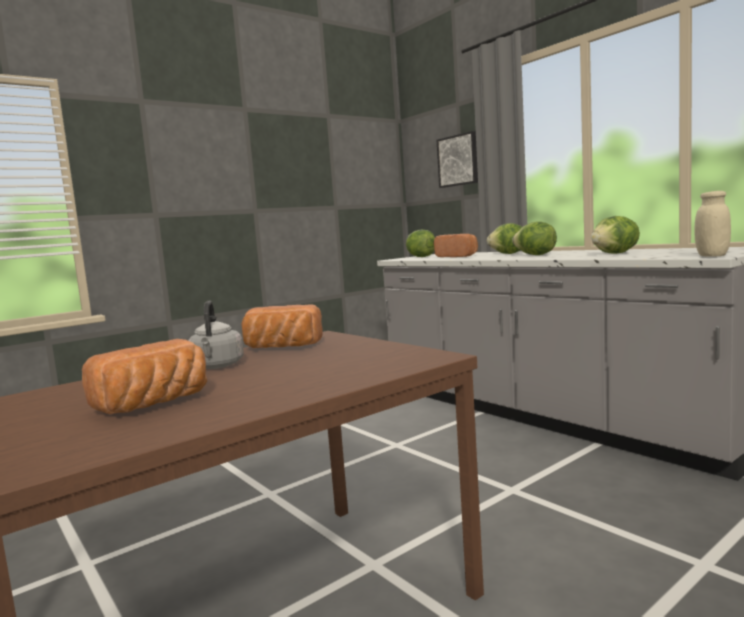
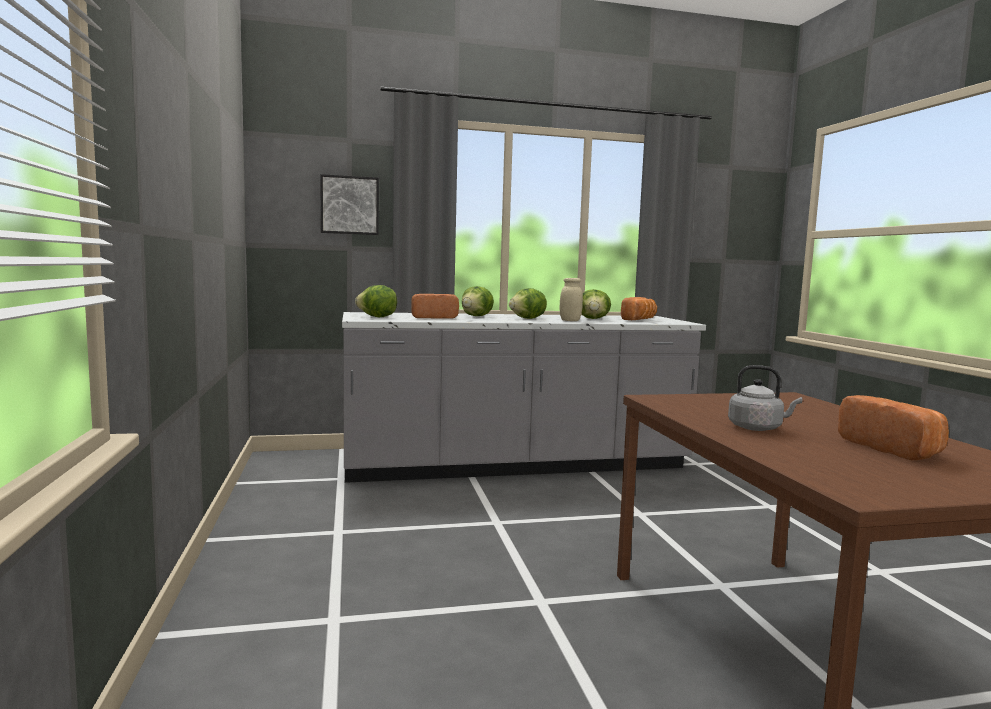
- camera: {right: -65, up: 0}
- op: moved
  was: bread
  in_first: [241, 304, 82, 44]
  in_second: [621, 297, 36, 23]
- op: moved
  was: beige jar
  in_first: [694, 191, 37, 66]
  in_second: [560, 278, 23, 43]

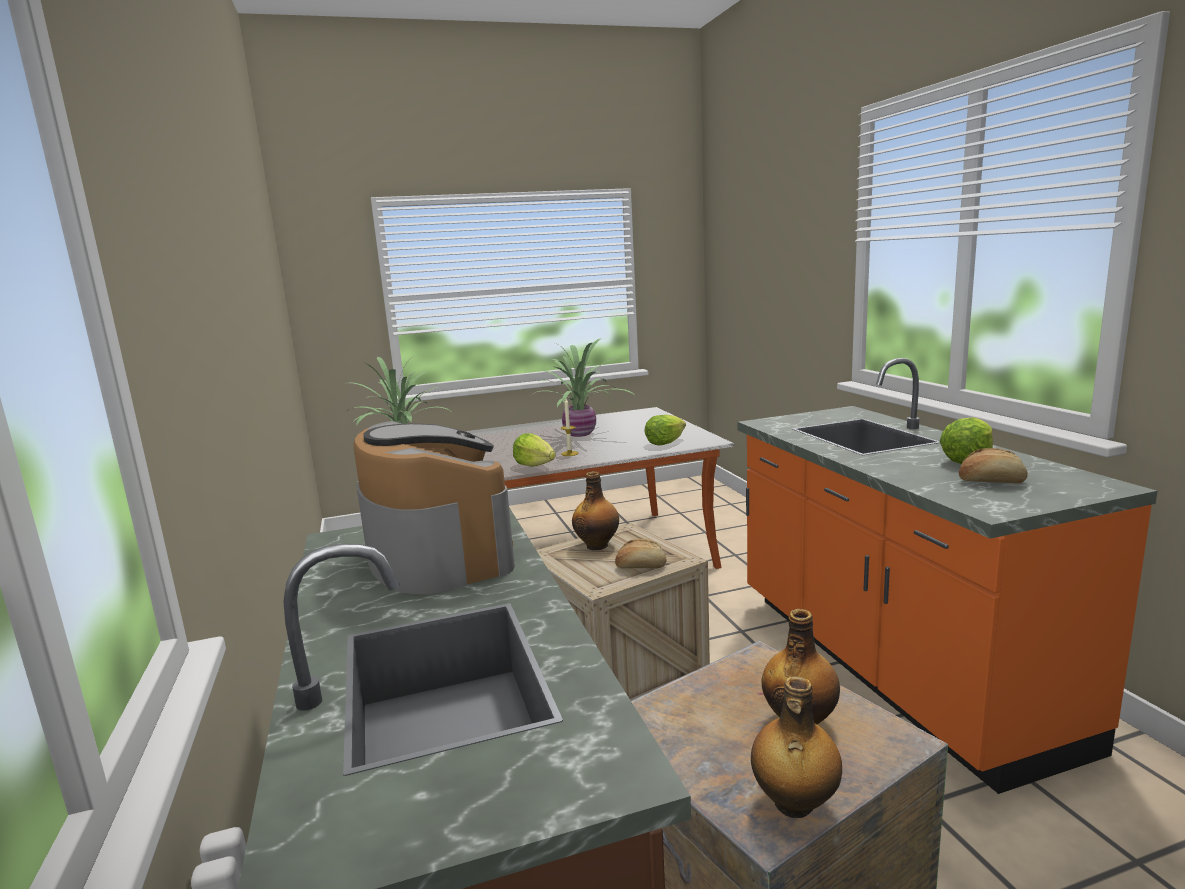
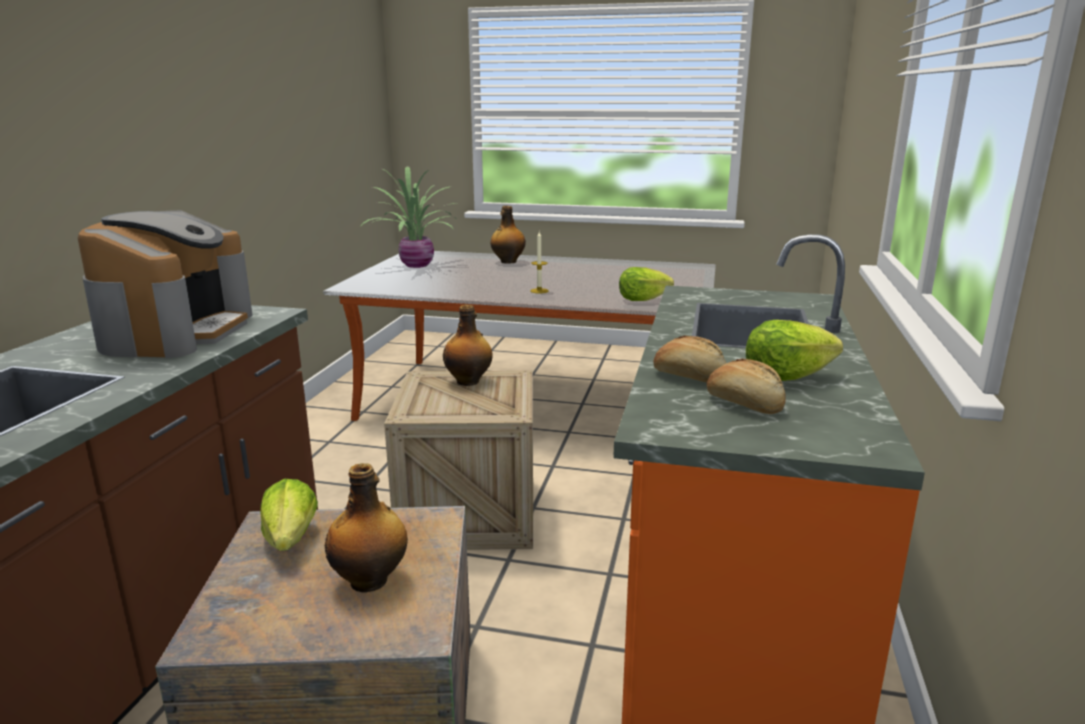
- camera: {right: 30, up: 5}
- op: removed
  was: potted plant
  in_first: [533, 339, 102, 98]
- op: moved
  was: lettuce
  in_first: [513, 433, 43, 34]
  in_second: [260, 479, 58, 72]
- op: moved
  was: bread
  in_first: [615, 539, 52, 29]
  in_second: [653, 335, 73, 48]
- op: moved
  was: bottle
  in_first: [751, 677, 91, 141]
  in_second: [490, 206, 36, 58]

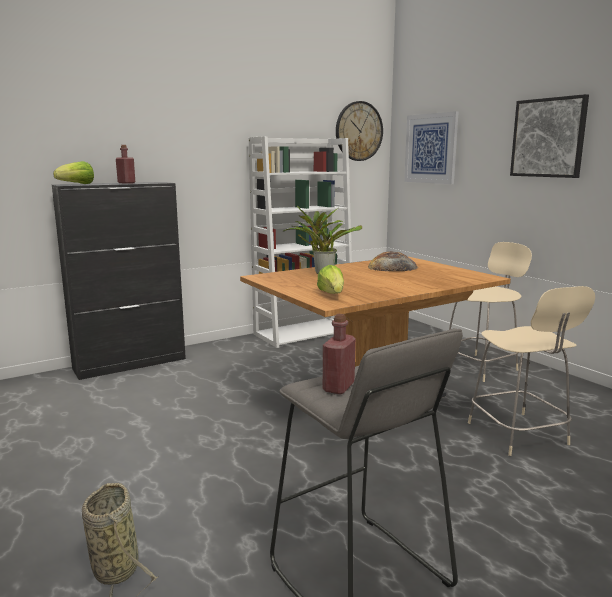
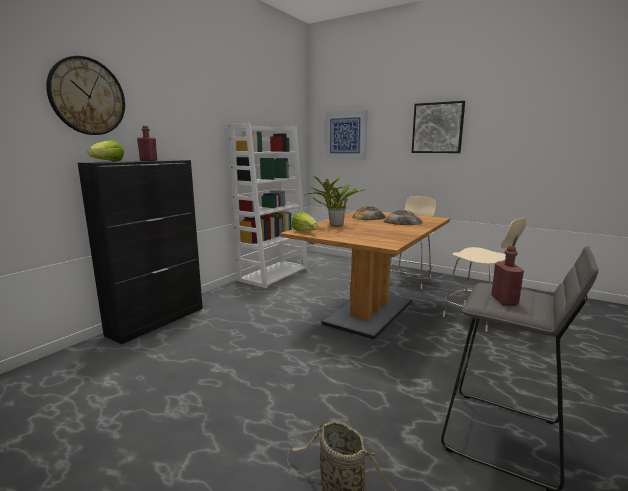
- camera: {right: -25, up: 0}
- op: added
  now: bread
  in_second: [383, 210, 40, 15]
- op: moved
  was: lettuce
  in_first: [317, 265, 27, 29]
  in_second: [292, 212, 26, 19]
- op: moved
  was: wall clock
  in_first: [336, 101, 47, 60]
  in_second: [46, 56, 79, 79]

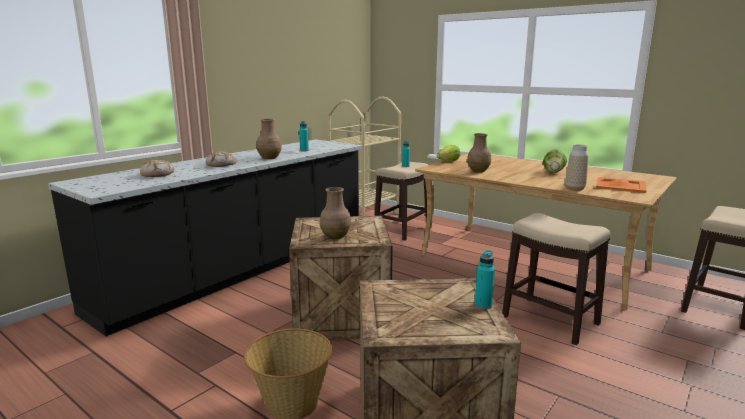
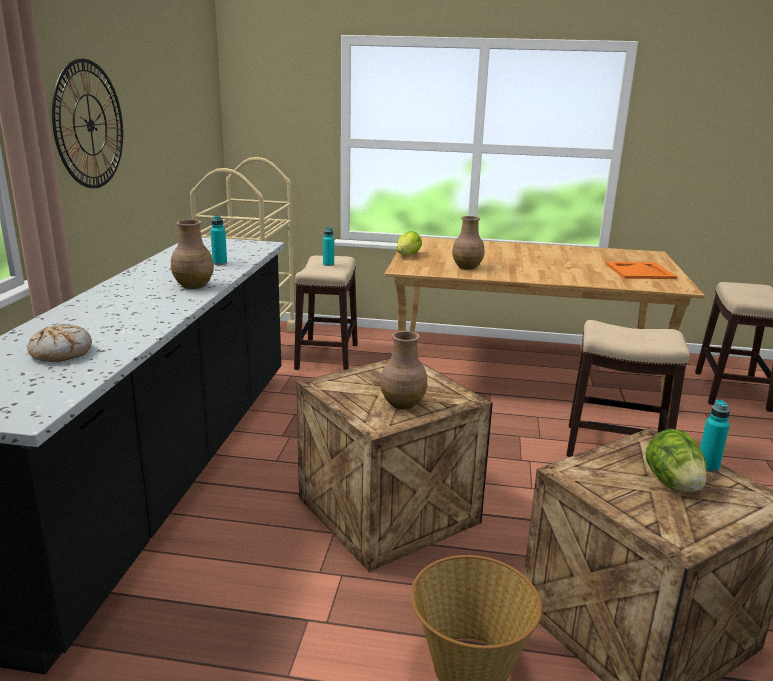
- camera: {right: -30, up: 5}
- op: removed
  was: bread
  in_first: [206, 151, 31, 16]
- op: removed
  was: vase
  in_first: [565, 144, 23, 47]
- op: added
  now: wall clock
  in_second: [52, 58, 71, 130]
- op: moved
  was: lettuce
  in_first: [543, 149, 24, 24]
  in_second: [646, 429, 60, 63]

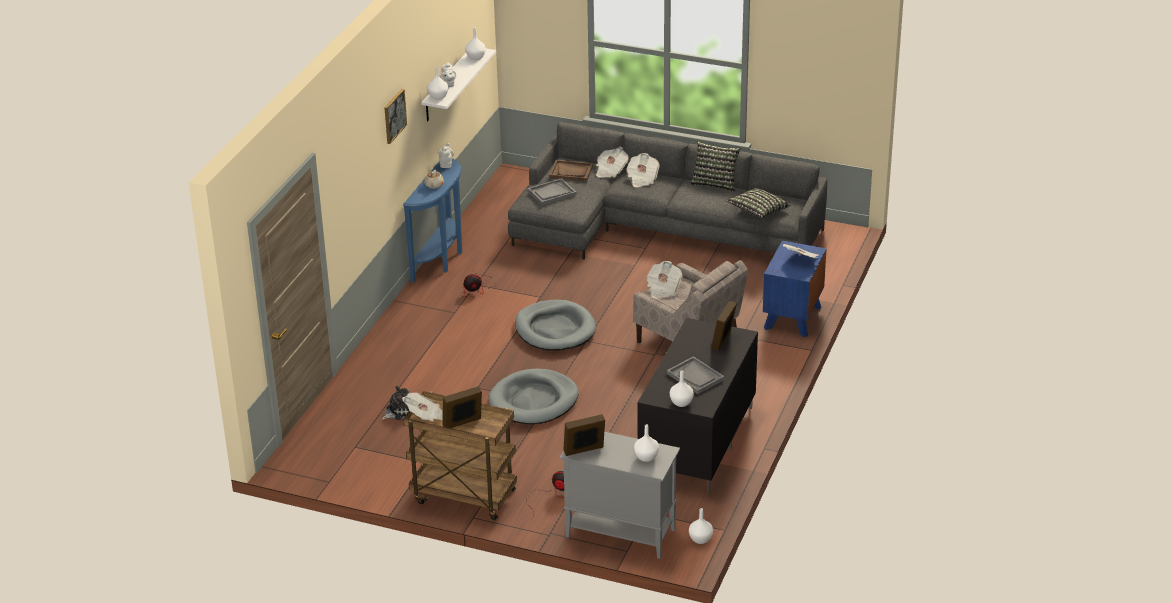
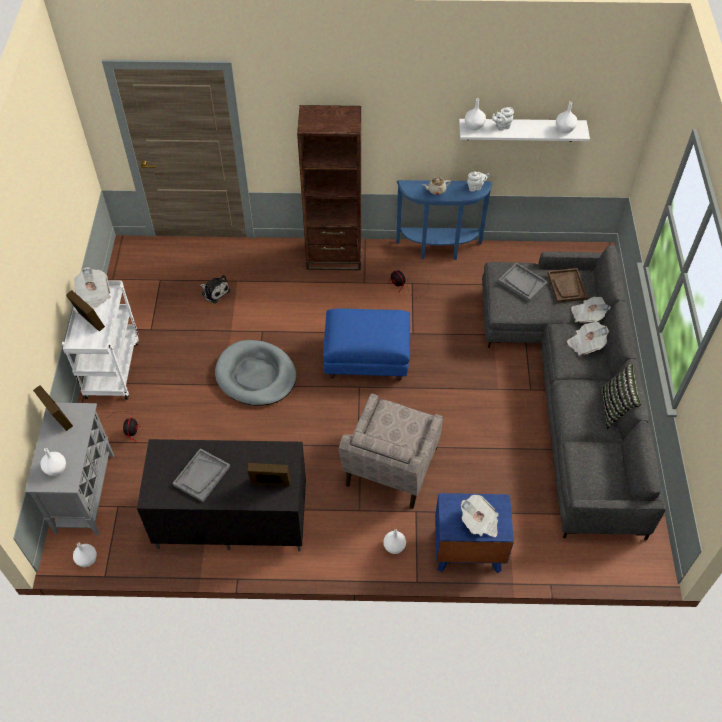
- camera: {right: 70, up: 20}
- op: removed
  was: picture
  in_first: [384, 89, 23, 55]
- op: removed
  was: newspaper
  in_first: [646, 261, 37, 38]
- op: removed
  was: pillow
  in_first: [727, 188, 63, 30]
- op: added
  now: brown bookcase
  in_second: [297, 105, 64, 165]
- op: moved
  was: white vase
  in_first: [670, 371, 24, 36]
  in_second: [383, 529, 23, 25]
- op: replaced
  was: grey dog bed
  now: blue ottoman
  in_first: [515, 300, 81, 51]
  in_second: [323, 309, 87, 71]
- op: recoloured
  was: brown cart
  now: white cart
  in_first: [403, 391, 114, 130]
  in_second: [62, 280, 76, 120]

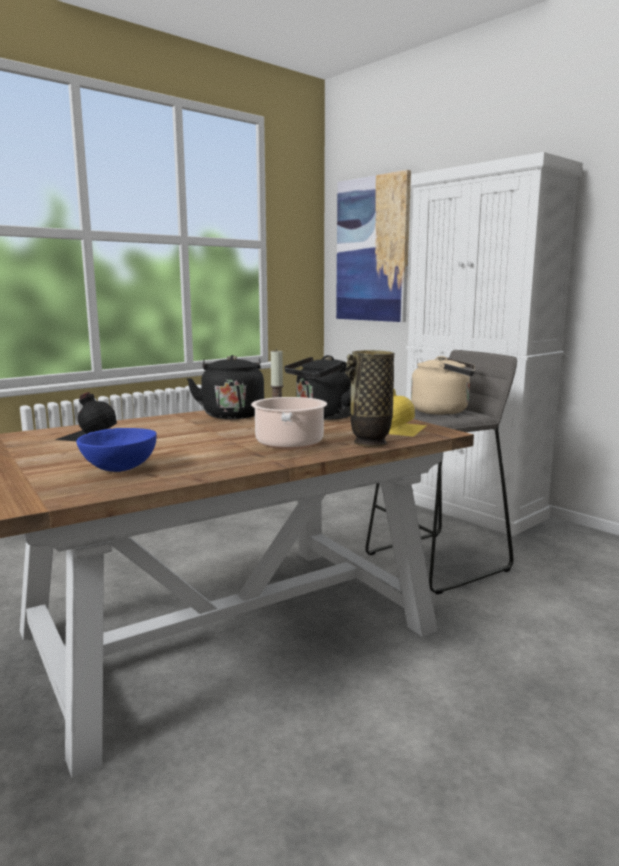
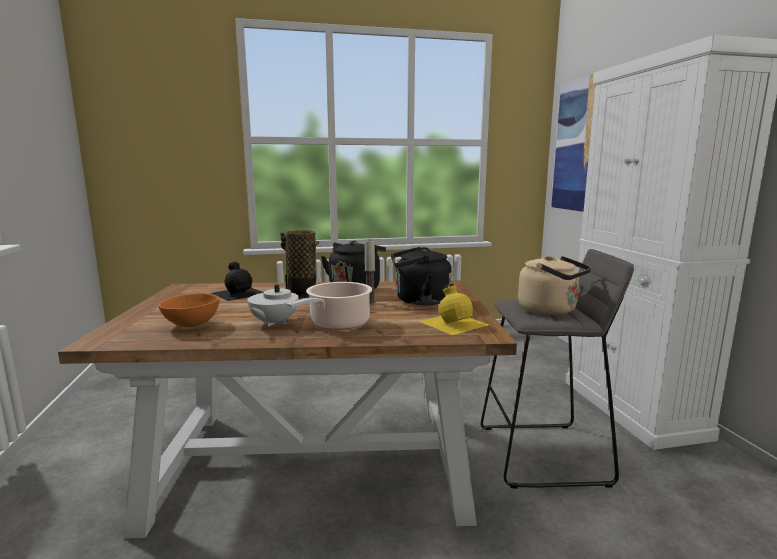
- camera: {right: 30, up: 0}
- op: added
  now: white teapot
  in_second: [247, 275, 52, 52]
- op: moved
  was: vase
  in_first: [345, 350, 49, 97]
  in_second: [280, 230, 39, 69]
- op: recoloured
  was: blue bowl
  now: orange bowl
  in_first: [76, 428, 81, 44]
  in_second: [158, 293, 62, 34]

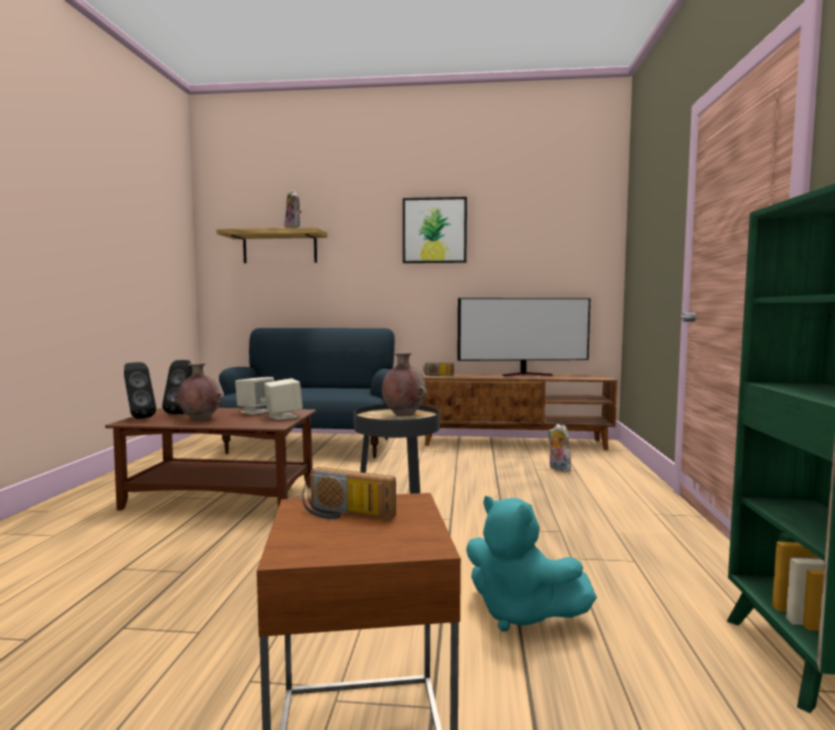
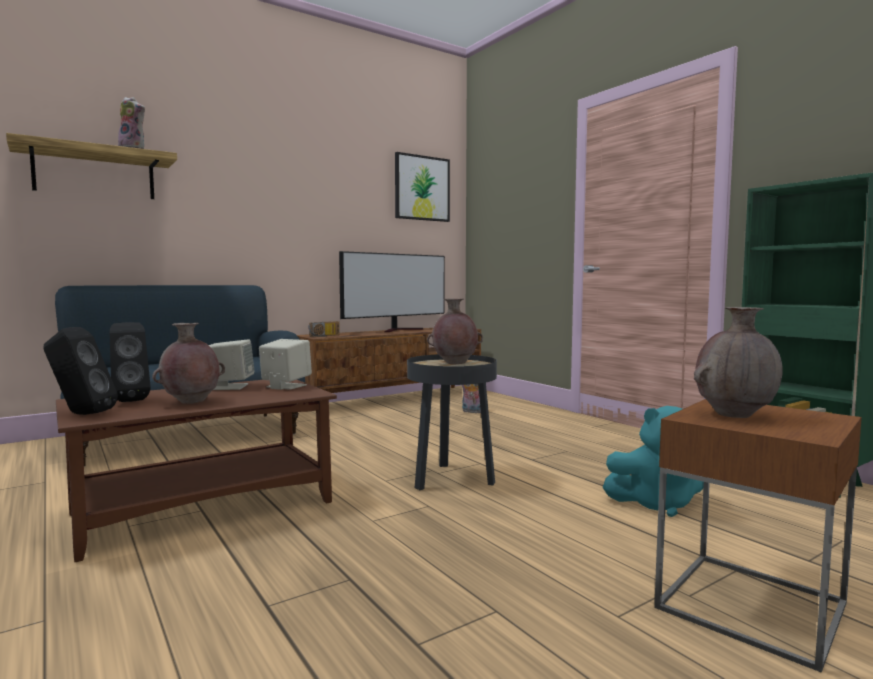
- camera: {right: -40, up: 0}
- op: moved
  was: picture
  in_first: [403, 197, 64, 66]
  in_second: [395, 152, 55, 70]
- op: replaced
  was: radio
  now: brown vase
  in_first: [302, 467, 94, 53]
  in_second: [694, 307, 89, 111]

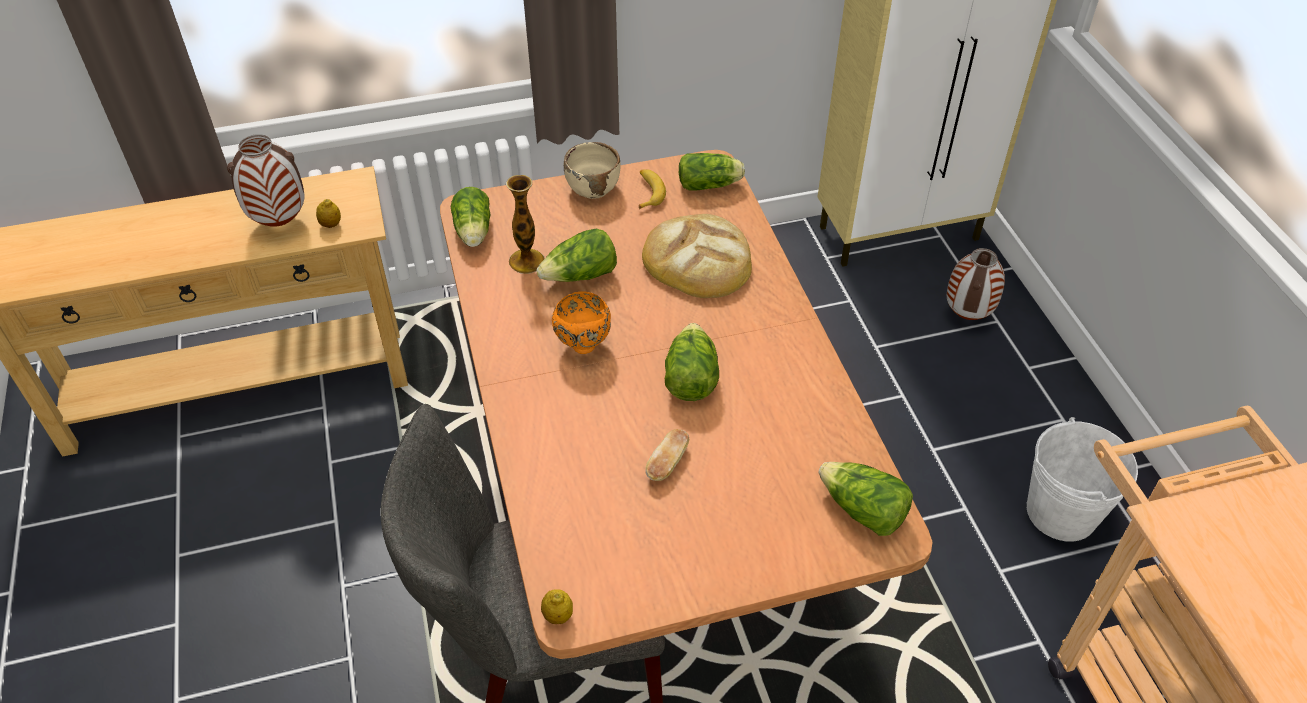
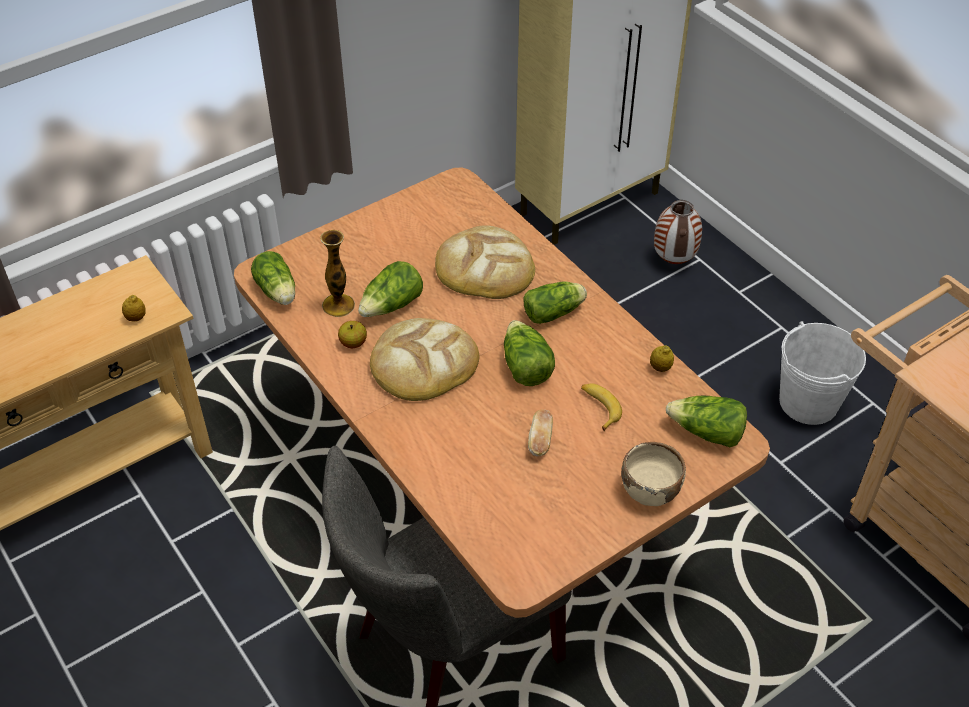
- camera: {right: -20, up: 0}
- op: removed
  was: vase
  in_first: [227, 134, 77, 93]
- op: added
  now: apple
  in_second: [338, 321, 29, 27]
- op: moved
  was: lemon
  in_first: [541, 589, 32, 35]
  in_second: [650, 345, 24, 27]
- op: moved
  was: beige bowl
  in_first: [564, 142, 57, 57]
  in_second: [621, 442, 65, 64]
- op: moved
  was: banana
  in_first: [639, 169, 27, 40]
  in_second: [581, 383, 41, 48]
- op: moved
  was: lettuce
  in_first: [679, 153, 66, 38]
  in_second: [524, 282, 63, 42]
- op: replaced
  was: orange bowl
  now: bread
  in_first: [552, 292, 59, 62]
  in_second: [370, 318, 109, 83]

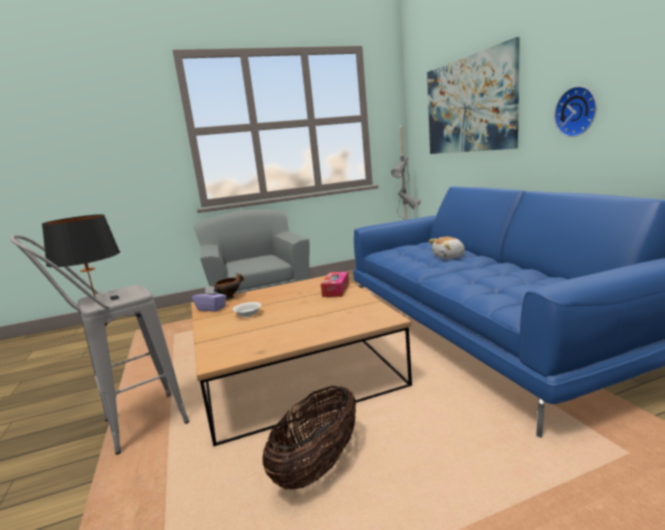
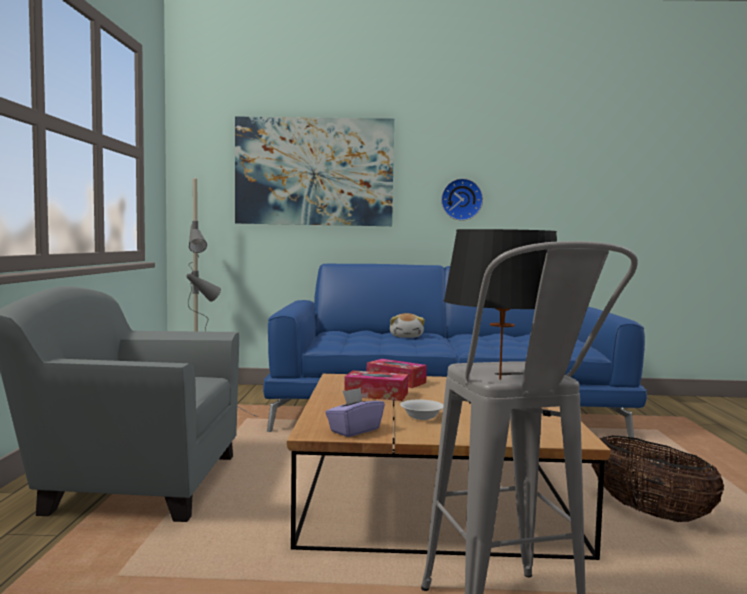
- camera: {right: -70, up: -10}
- op: removed
  was: bowl
  in_first: [214, 273, 30, 27]
- op: added
  now: tissue box
  in_second: [344, 370, 64, 31]

